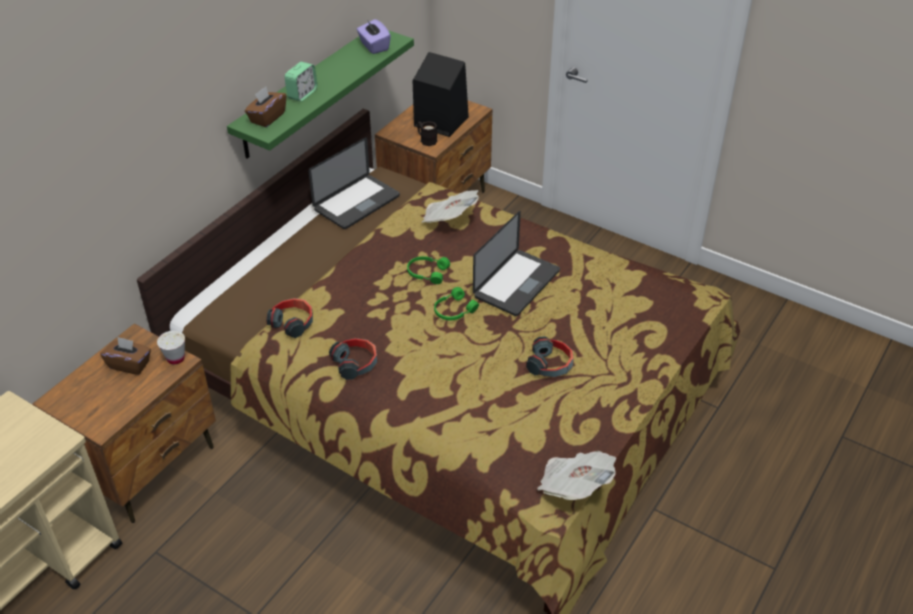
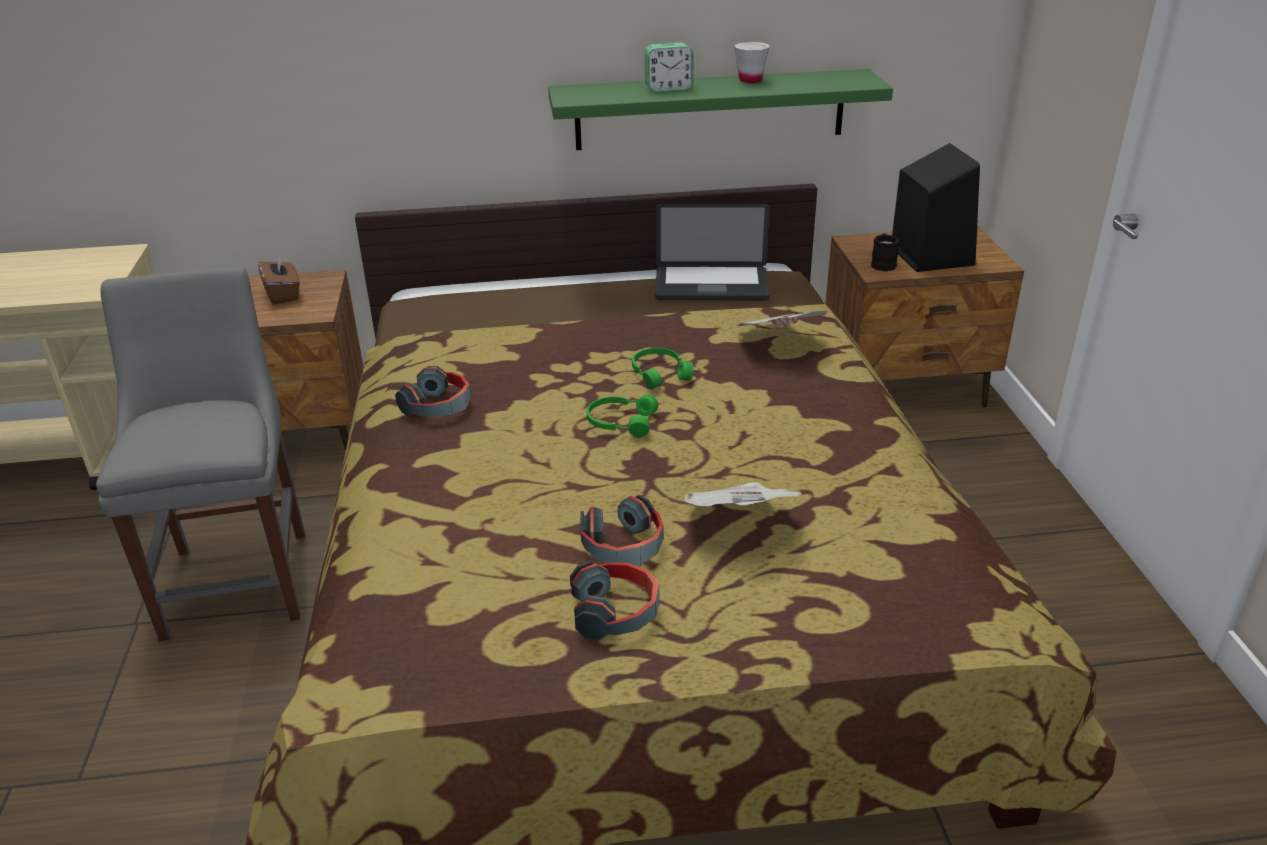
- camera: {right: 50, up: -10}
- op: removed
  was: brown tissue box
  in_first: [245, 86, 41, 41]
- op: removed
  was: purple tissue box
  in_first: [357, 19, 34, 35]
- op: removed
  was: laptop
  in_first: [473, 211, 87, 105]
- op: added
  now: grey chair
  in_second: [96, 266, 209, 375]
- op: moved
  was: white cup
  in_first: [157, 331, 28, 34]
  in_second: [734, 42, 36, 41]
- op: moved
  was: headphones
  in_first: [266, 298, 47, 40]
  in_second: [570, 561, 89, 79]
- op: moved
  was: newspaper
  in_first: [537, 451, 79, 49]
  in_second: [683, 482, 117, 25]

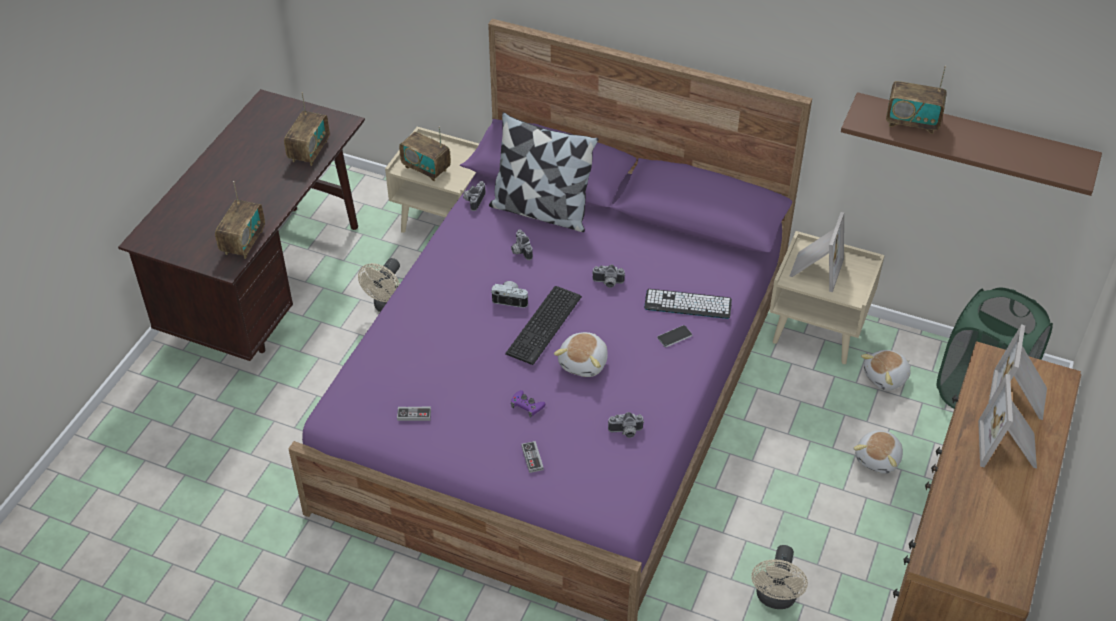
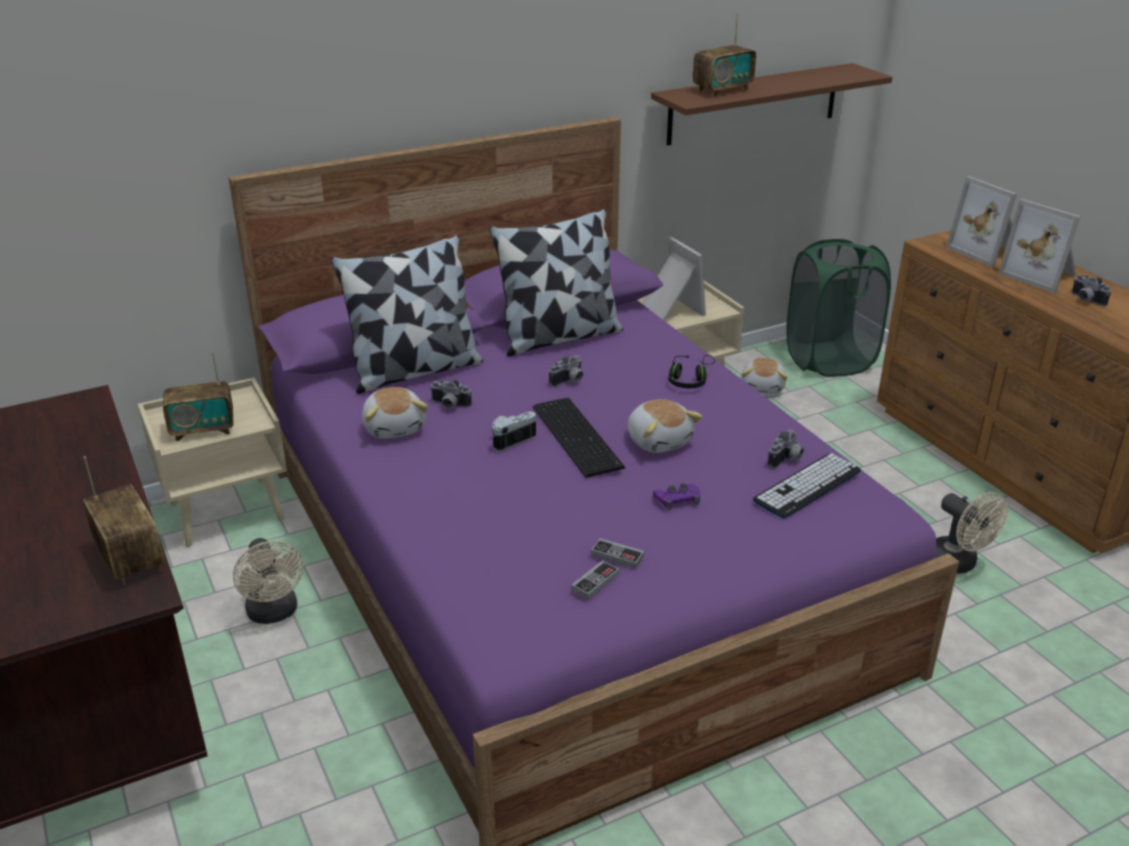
- camera: {right: -50, up: -15}
- op: removed
  was: radio
  in_first: [284, 92, 46, 74]
- op: added
  now: pillow
  in_second: [489, 209, 134, 147]
- op: moved
  was: photo camera
  in_first: [463, 181, 23, 30]
  in_second: [1071, 274, 40, 32]
- op: moved
  was: game controller
  in_first: [521, 441, 23, 32]
  in_second: [591, 538, 53, 31]
- op: moved
  was: keyboard
  in_first: [644, 289, 88, 30]
  in_second: [753, 453, 108, 66]
- op: moved
  was: plush toy
  in_first: [853, 430, 50, 44]
  in_second: [362, 387, 66, 52]
- op: replaced
  was: phone
  now: black headphones
  in_first: [657, 325, 35, 22]
  in_second: [668, 355, 47, 33]

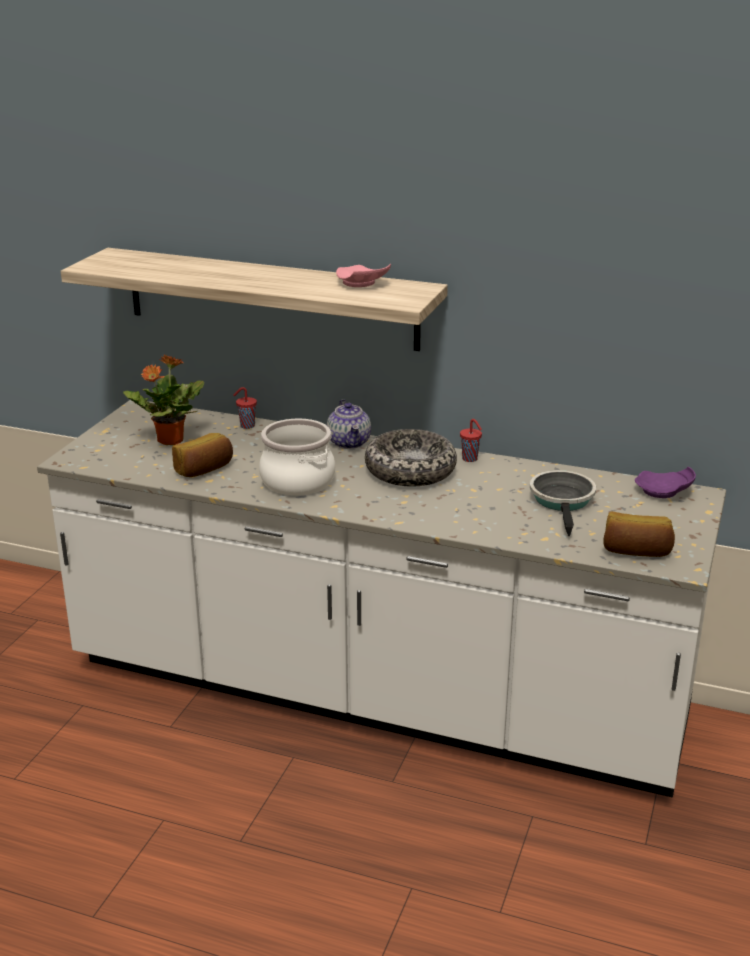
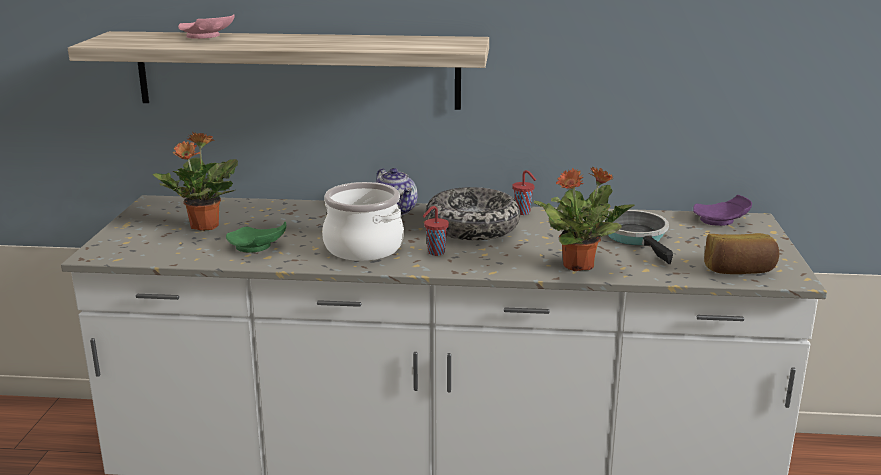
- camera: {right: -15, up: -5}
- op: added
  now: potted plant
  in_second: [534, 166, 100, 105]
- op: moved
  was: red cup
  in_first: [234, 387, 23, 42]
  in_second: [423, 206, 26, 50]
- op: moved
  was: pink plate
  in_first: [336, 264, 55, 23]
  in_second: [178, 15, 56, 24]
- op: replaced
  was: bread
  now: green plate
  in_first: [172, 433, 61, 44]
  in_second: [226, 222, 60, 31]

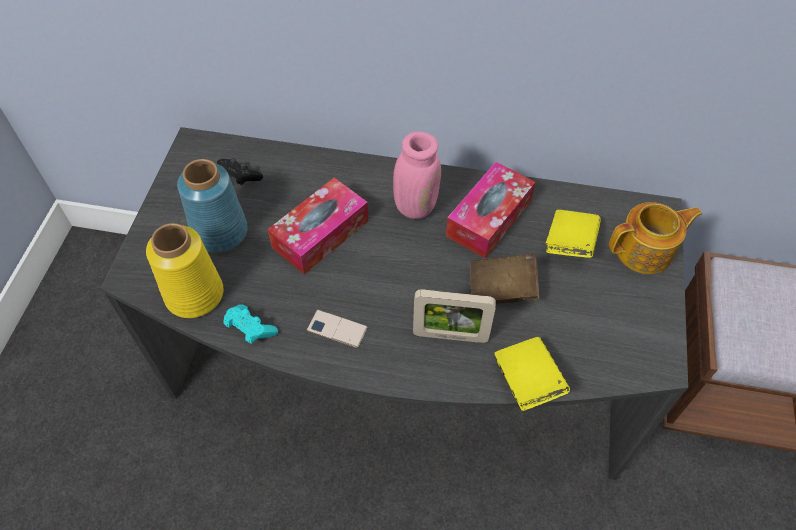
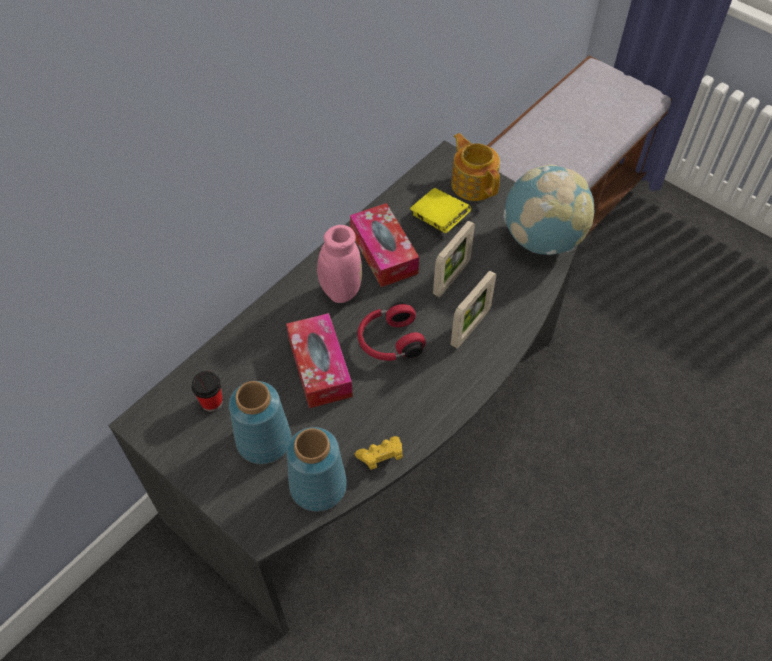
- camera: {right: -60, up: 0}
- op: removed
  was: phone
  in_first: [307, 310, 61, 38]
- op: removed
  was: yellow book
  in_first: [494, 337, 76, 74]
- op: added
  now: red headphones
  in_second: [357, 302, 69, 59]
- op: added
  now: globe
  in_second: [504, 165, 90, 90]
- op: replaced
  was: black game controller
  now: cup
  in_first: [216, 158, 47, 27]
  in_second: [191, 371, 32, 41]
- op: replaced
  was: brown book
  now: picture frame
  in_first: [470, 254, 69, 50]
  in_second: [433, 221, 42, 76]
- op: recoloured
  was: yellow vase
  now: blue vase
  in_first: [146, 223, 77, 95]
  in_second: [286, 427, 61, 84]
- op: recoloured
  was: turquoise game controller
  now: yellow game controller
  in_first: [223, 305, 55, 39]
  in_second: [355, 436, 48, 34]
- op: turned
  was: teapot
  in_first: [609, 202, 93, 72]
  in_second: [451, 133, 49, 68]
  clockwise: -45

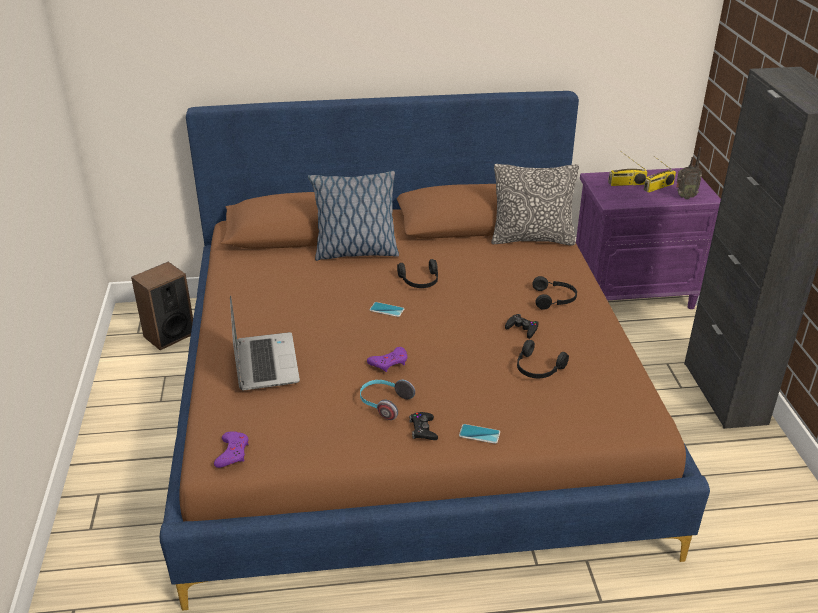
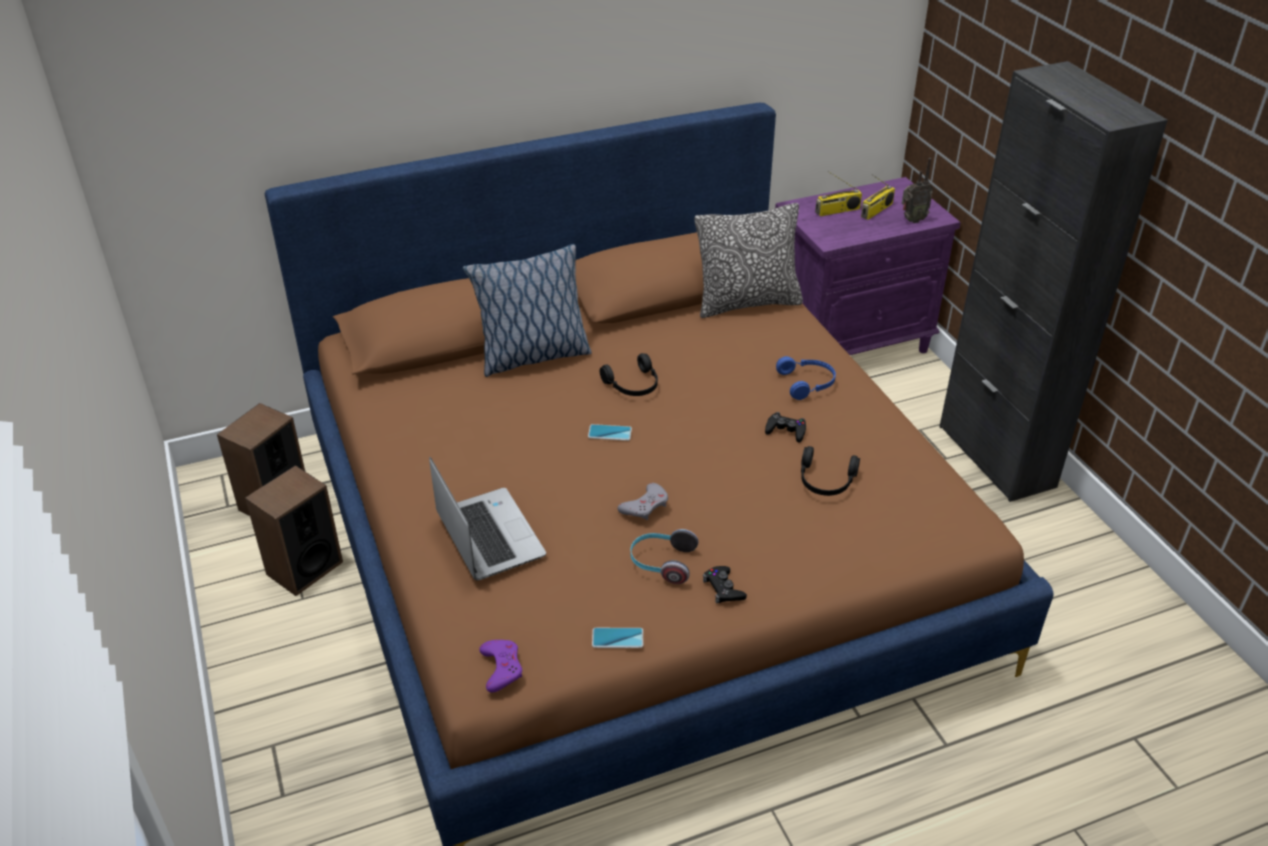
- camera: {right: -15, up: 5}
- op: added
  now: speaker
  in_second: [245, 465, 98, 131]
- op: moved
  was: phone
  in_first: [459, 424, 41, 20]
  in_second: [592, 628, 51, 20]
- op: recoloured
  was: purple game controller
  now: grey game controller
  in_first: [367, 347, 41, 25]
  in_second: [617, 483, 51, 37]
- op: recoloured
  was: black headphones
  now: blue headphones
  in_first: [532, 276, 45, 34]
  in_second: [776, 356, 60, 44]

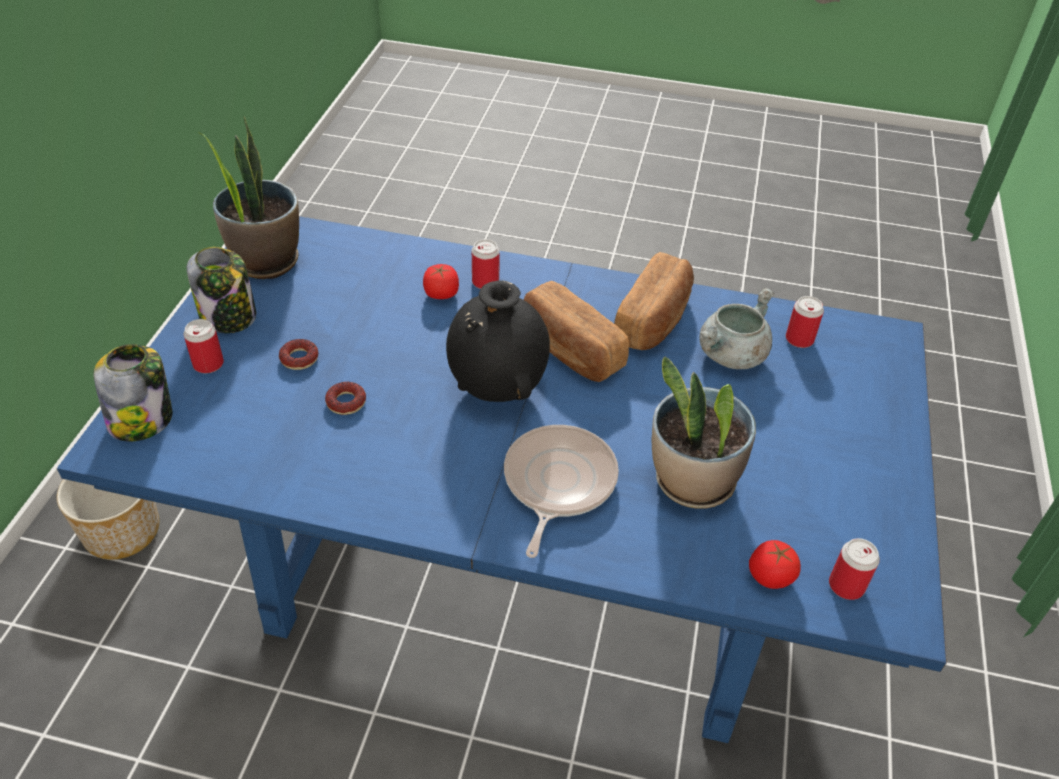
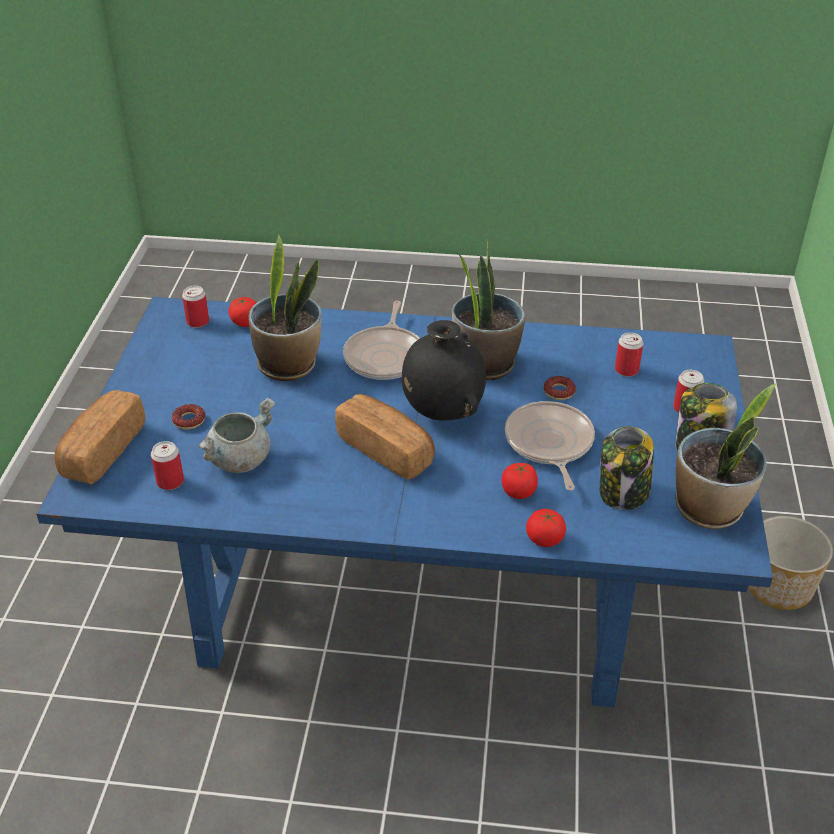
- camera: {right: 175, up: -5}
- op: added
  now: potted plant
  in_second: [452, 239, 73, 141]
- op: added
  now: frying pan
  in_second: [505, 401, 90, 90]
- op: added
  now: tomato
  in_second: [526, 509, 40, 38]
- op: moved
  was: jar
  in_first: [93, 344, 79, 98]
  in_second: [600, 426, 54, 84]
- op: moved
  was: donut
  in_first: [279, 339, 39, 31]
  in_second: [172, 404, 33, 26]
- op: moved
  was: can
  in_first: [472, 239, 28, 50]
  in_second: [615, 332, 28, 45]
- op: moved
  was: bread
  in_first: [614, 252, 80, 98]
  in_second: [54, 390, 91, 94]

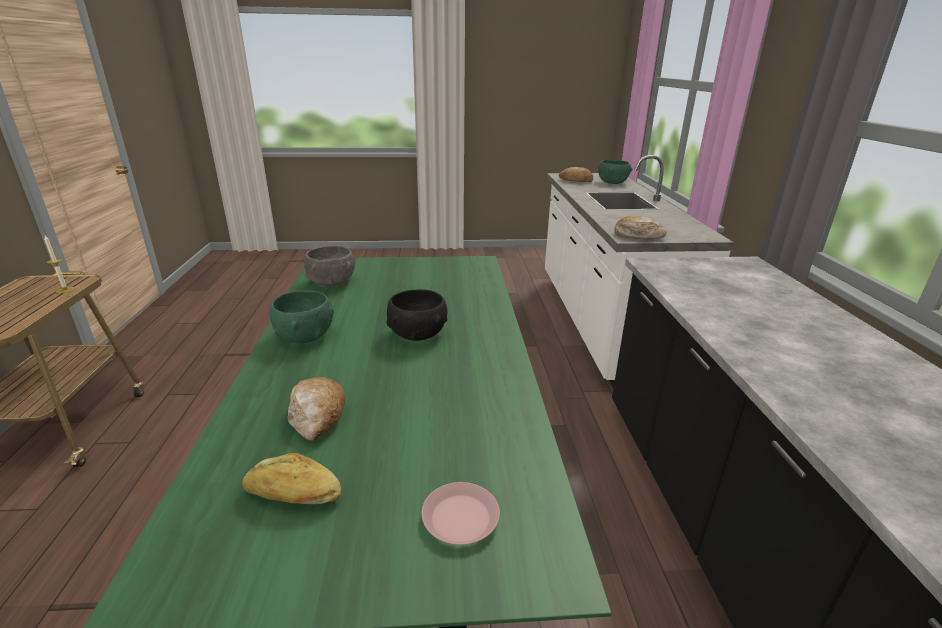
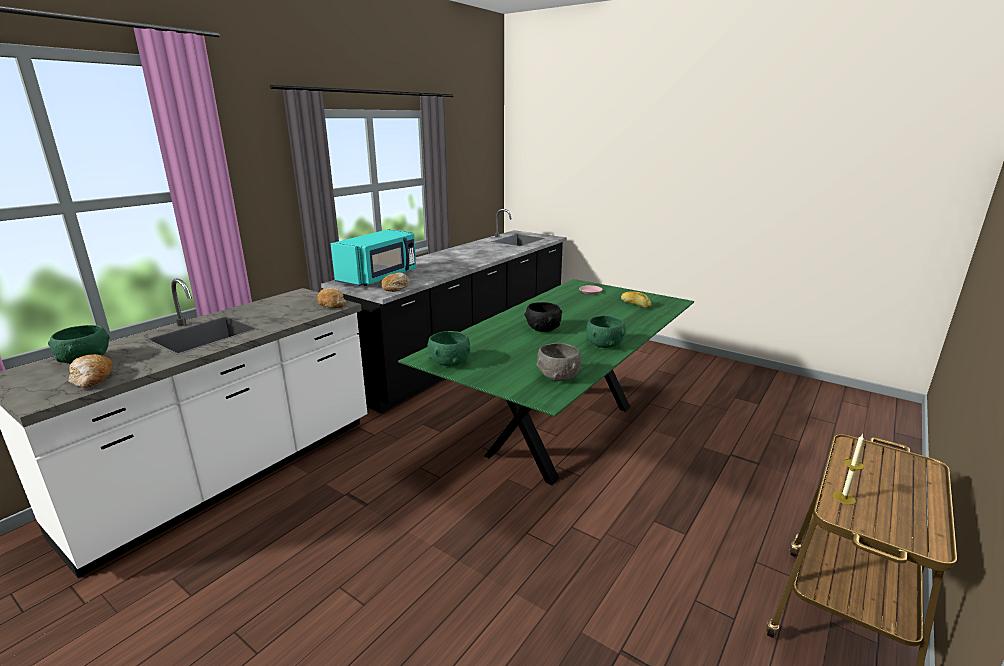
- camera: {right: -140, up: -5}
- op: added
  now: turquoise microwave
  in_second: [330, 229, 86, 57]
- op: added
  now: green bowl
  in_second: [427, 331, 43, 35]
- op: moved
  was: bread
  in_first: [288, 377, 57, 64]
  in_second: [381, 272, 29, 20]

